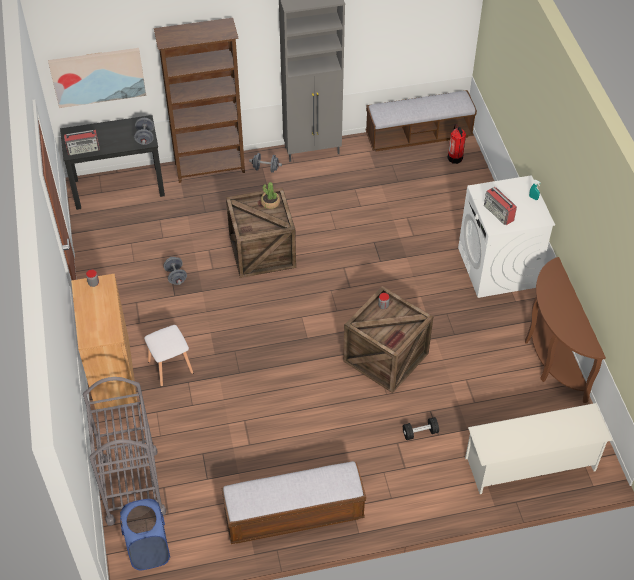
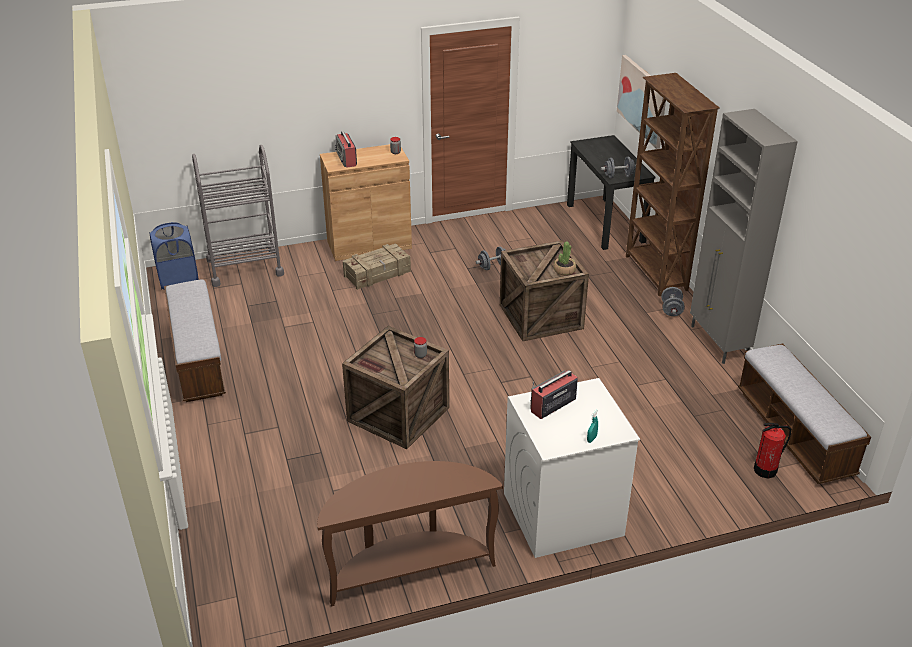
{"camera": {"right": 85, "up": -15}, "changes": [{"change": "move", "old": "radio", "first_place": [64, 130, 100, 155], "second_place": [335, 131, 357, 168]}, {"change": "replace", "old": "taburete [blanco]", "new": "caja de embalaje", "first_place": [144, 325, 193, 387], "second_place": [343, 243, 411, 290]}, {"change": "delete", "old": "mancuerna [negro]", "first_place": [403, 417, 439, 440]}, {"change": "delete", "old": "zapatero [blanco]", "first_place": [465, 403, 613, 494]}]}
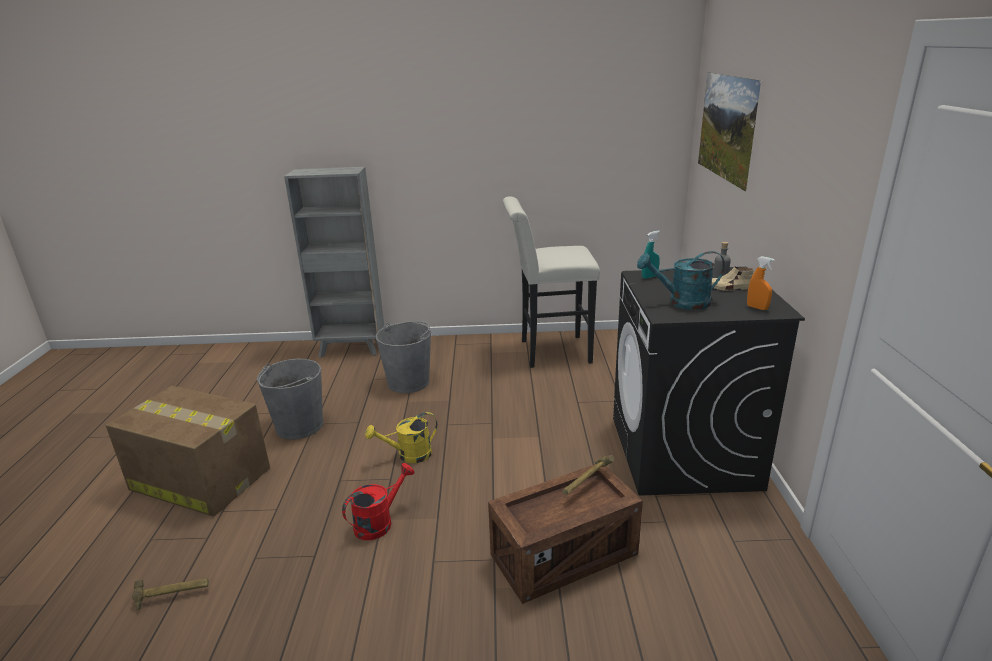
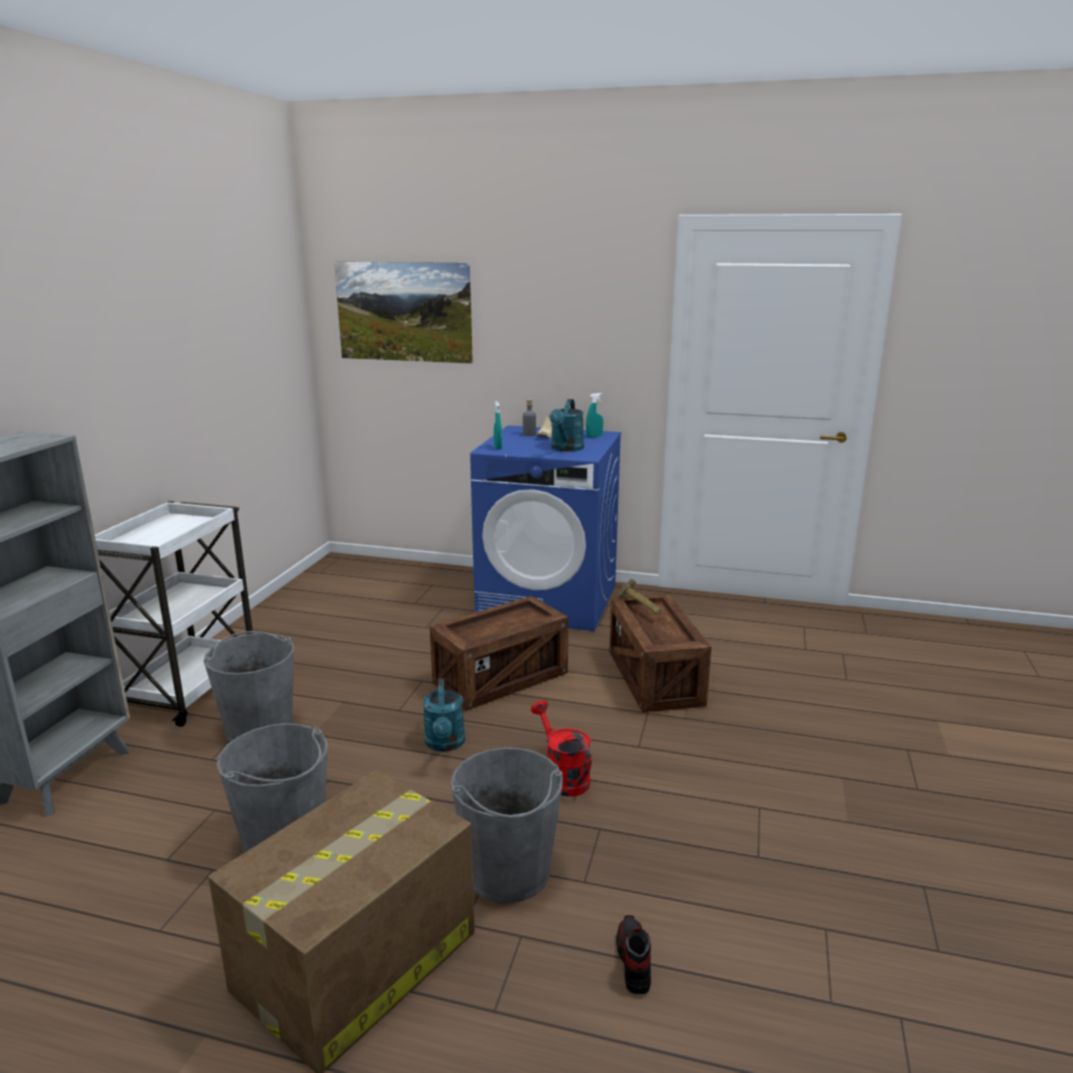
{"camera": {"right": -75, "up": -5}, "changes": [{"change": "insert", "new": "carrito [blanco]", "second_place": [95, 501, 253, 727]}, {"change": "recolor", "old": "regadera [amarillo]", "new": "regadera [turquesa]", "first_place": [365, 412, 437, 463], "second_place": [423, 678, 465, 752]}, {"change": "insert", "new": "caja de embalaje", "second_place": [430, 596, 569, 711]}, {"change": "insert", "new": "cubo [gris]", "second_place": [451, 747, 563, 903]}, {"change": "recolor", "old": "lavadora [negro]", "new": "lavadora [azul]", "first_place": [613, 267, 805, 496], "second_place": [470, 425, 621, 631]}, {"change": "recolor", "old": "pulverizador [naranja]", "new": "pulverizador [turquesa]", "first_place": [747, 256, 775, 310], "second_place": [586, 393, 603, 438]}, {"change": "replace", "old": "martillo", "new": "zapato", "first_place": [132, 578, 209, 610], "second_place": [616, 915, 651, 994]}, {"change": "delete", "old": "taburete [blanco]", "first_place": [503, 196, 600, 368]}]}
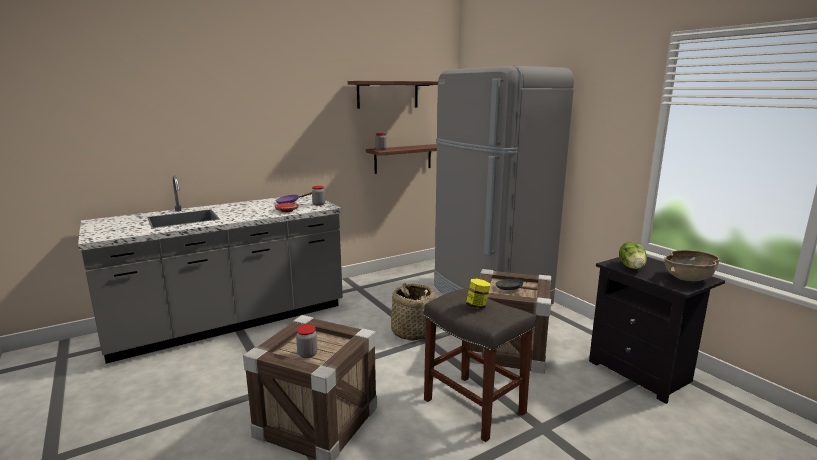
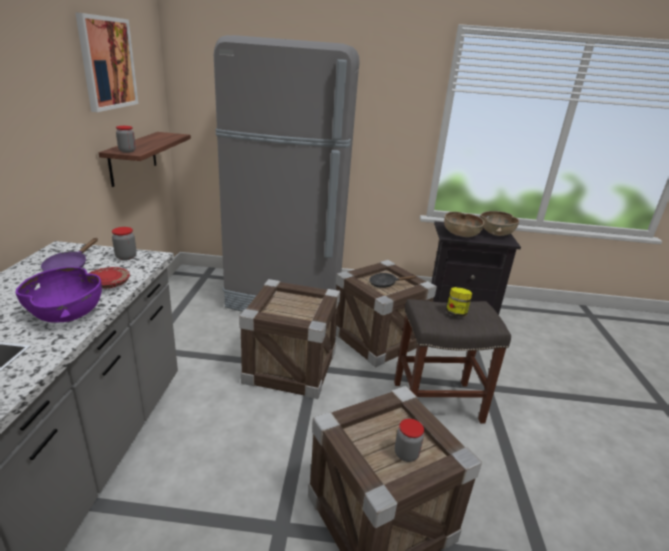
{"camera": {"right": -55, "up": 10}, "changes": [{"change": "insert", "new": "cuenco [morado]", "second_place": [16, 267, 102, 323]}, {"change": "replace", "old": "estante", "new": "cuadro", "first_place": [348, 81, 438, 109], "second_place": [75, 12, 138, 112]}, {"change": "replace", "old": "cesta", "new": "caja de embalaje", "first_place": [391, 283, 436, 341], "second_place": [239, 279, 340, 399]}, {"change": "replace", "old": "lechuga", "new": "cuenco [marrón]", "first_place": [619, 242, 647, 269], "second_place": [444, 212, 484, 237]}]}
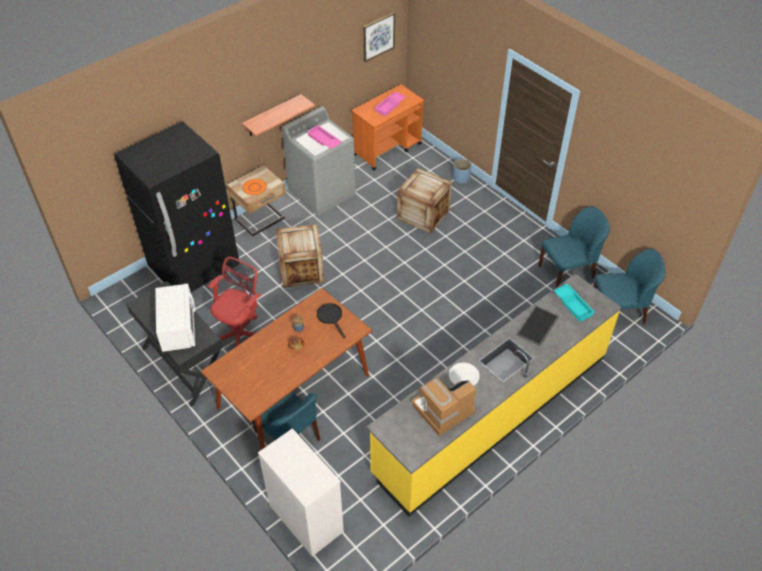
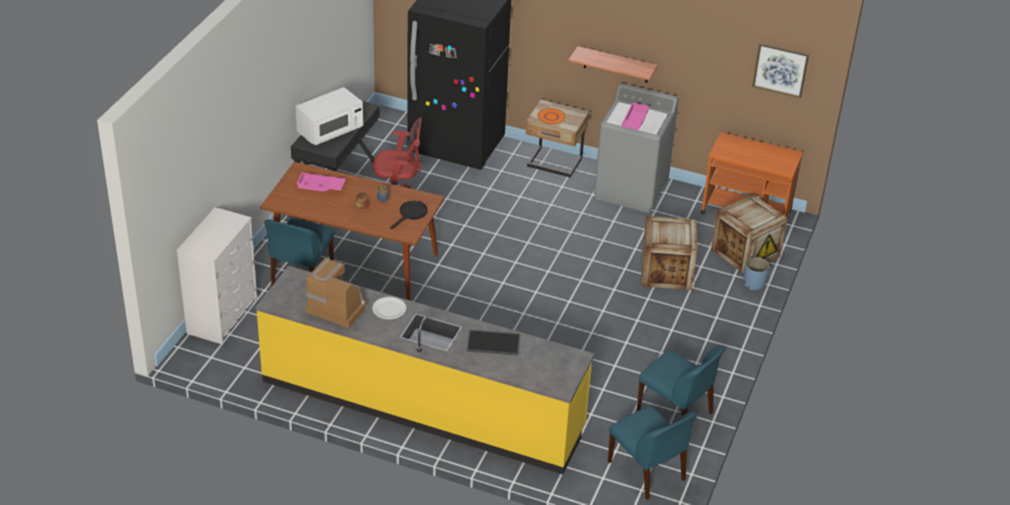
{"camera": {"right": 60, "up": -10}, "changes": [{"change": "move", "old": "bandeja [rosa]", "first_place": [374, 92, 406, 116], "second_place": [297, 173, 346, 192]}, {"change": "move", "old": "caja de embalaje", "first_place": [276, 224, 324, 288], "second_place": [711, 194, 787, 274]}, {"change": "delete", "old": "bandeja [turquesa]", "first_place": [553, 284, 595, 322]}]}
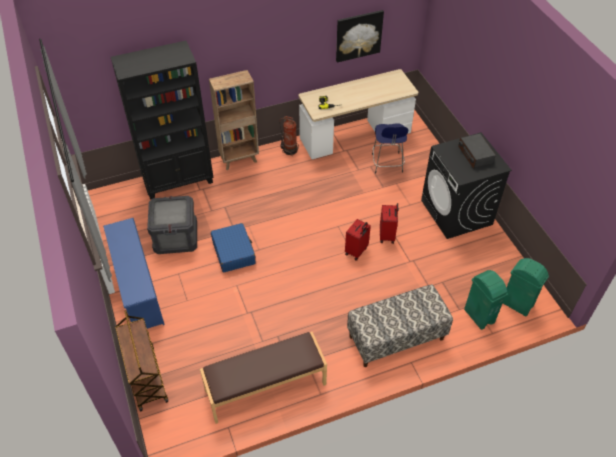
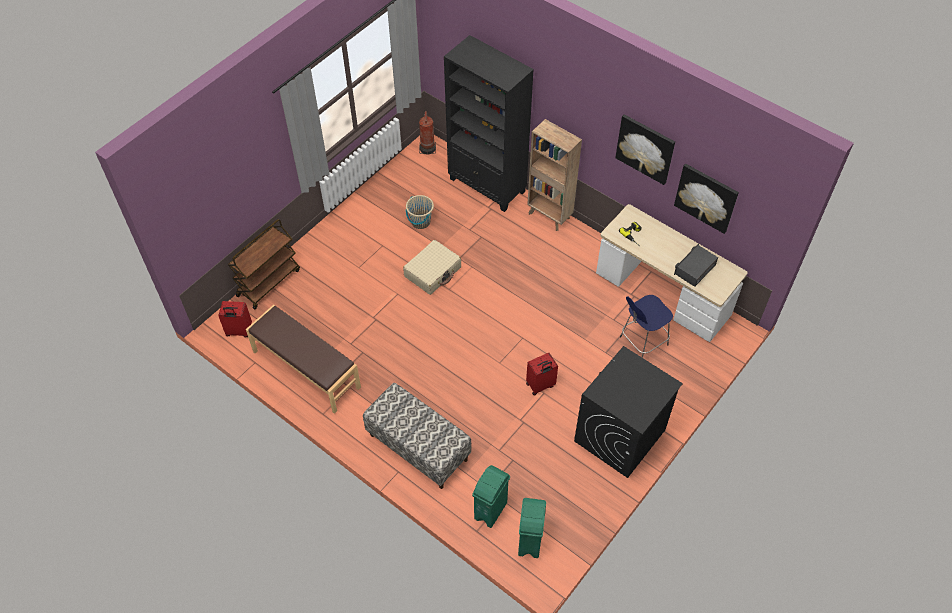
{"camera": {"right": 60, "up": 5}, "changes": [{"change": "move", "old": "maleta [rojo]", "first_place": [345, 219, 371, 260], "second_place": [218, 301, 252, 338]}, {"change": "recolor", "old": "maleta [azul]", "new": "maleta [beis]", "first_place": [211, 223, 256, 273], "second_place": [403, 240, 461, 295]}, {"change": "replace", "old": "caja de embalaje", "new": "cubo [beis]", "first_place": [147, 196, 197, 254], "second_place": [406, 195, 434, 229]}, {"change": "move", "old": "extintor", "first_place": [279, 116, 299, 156], "second_place": [419, 111, 436, 155]}, {"change": "insert", "new": "cuadro", "second_place": [615, 114, 675, 185]}, {"change": "move", "old": "radio", "first_place": [458, 134, 496, 169], "second_place": [674, 244, 718, 287]}, {"change": "delete", "old": "zapatero [azul]", "first_place": [103, 218, 165, 329]}]}
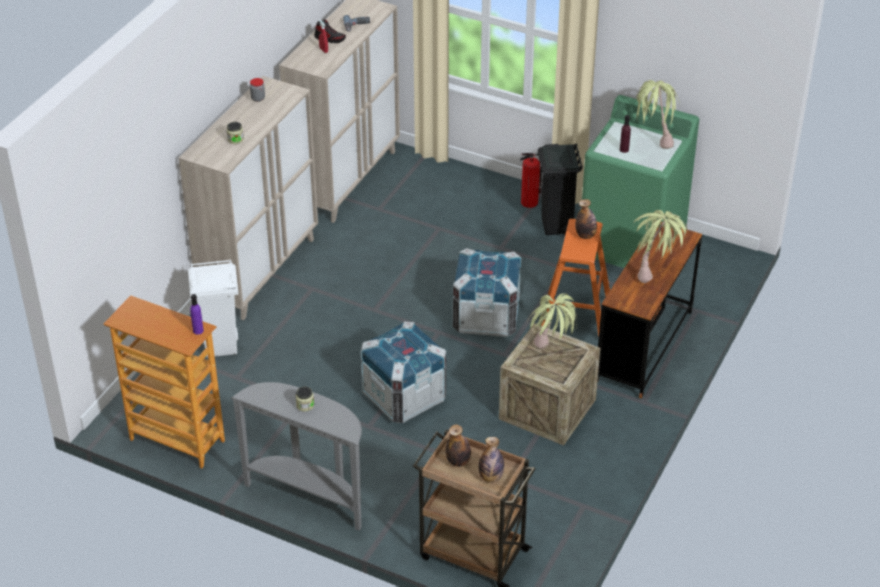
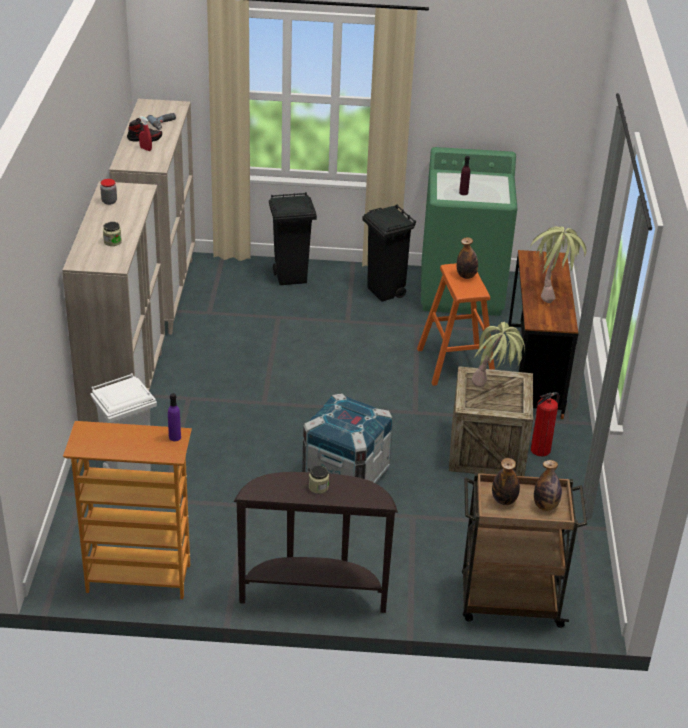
{"camera": {"right": -25, "up": -5}, "changes": [{"change": "recolor", "old": "mesa consola [gris]", "new": "mesa consola [marrón]", "first_place": [231, 382, 362, 531], "second_place": [234, 472, 398, 613]}, {"change": "insert", "new": "papelera [negro]", "second_place": [269, 192, 317, 285]}, {"change": "move", "old": "extintor", "first_place": [520, 153, 542, 208], "second_place": [531, 392, 560, 457]}, {"change": "delete", "old": "caja de embalaje", "first_place": [453, 248, 522, 337]}, {"change": "delete", "old": "planta en maceta", "first_place": [636, 80, 680, 149]}]}
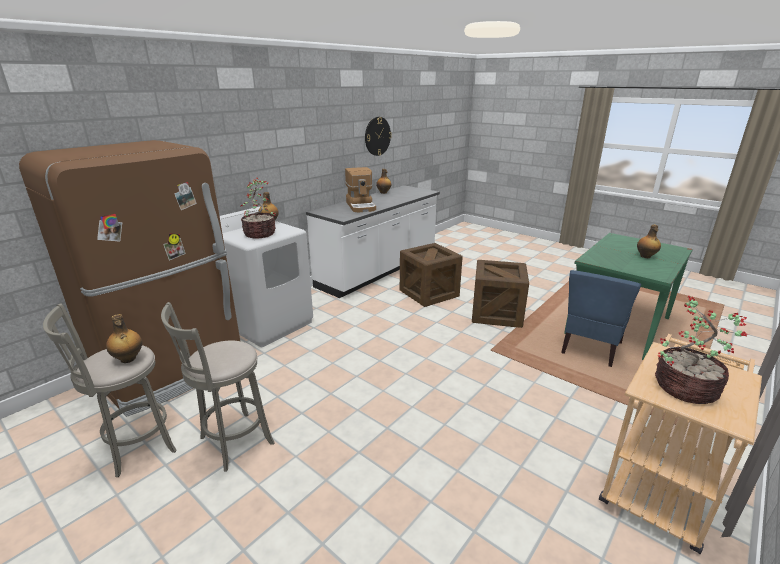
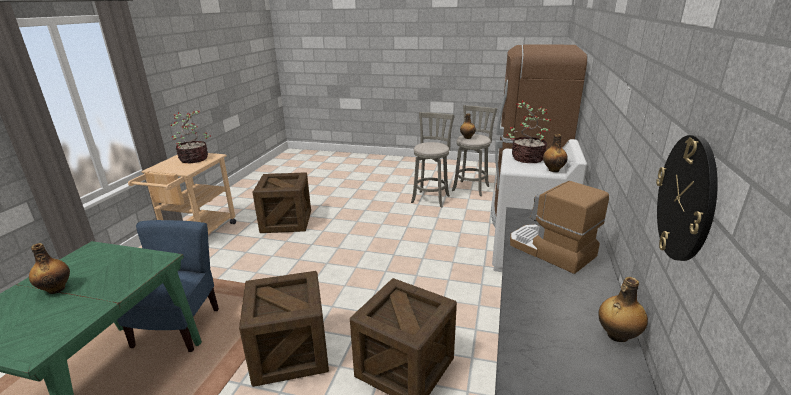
{"camera": {"right": 155, "up": 0}, "changes": [{"change": "insert", "new": "caja de embalaje", "second_place": [252, 172, 311, 233]}]}
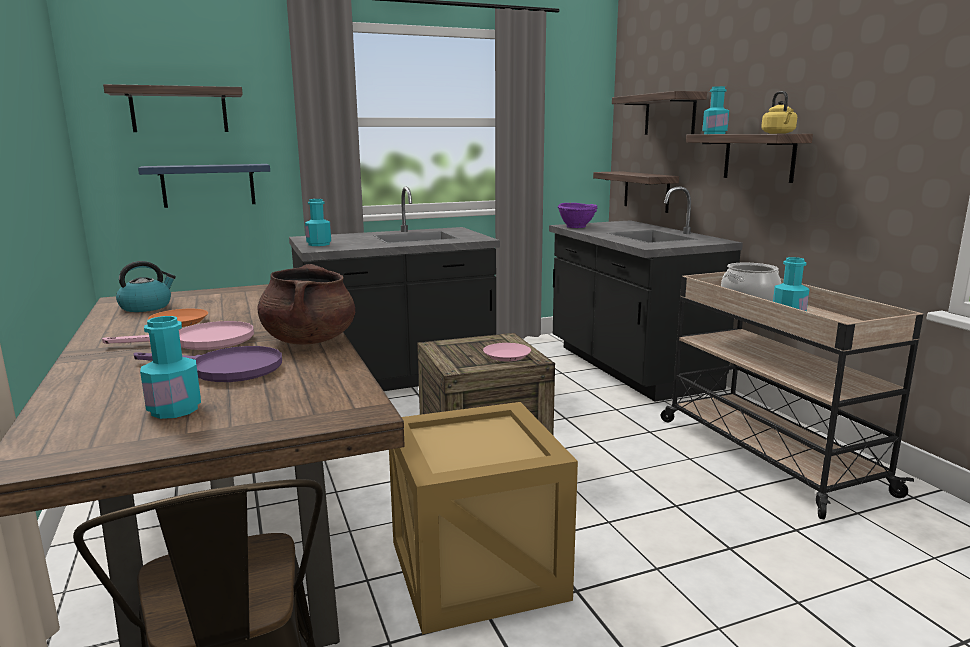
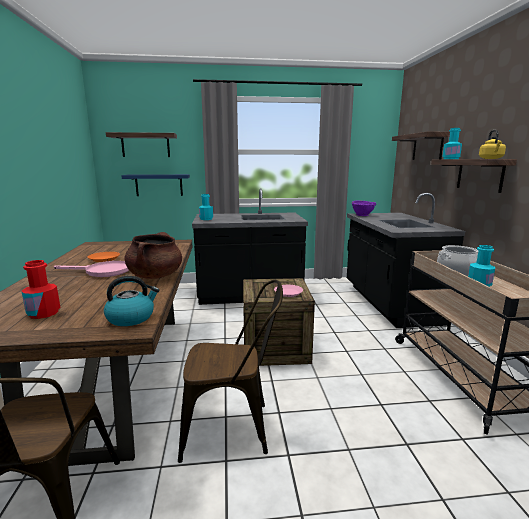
{"camera": {"right": 15, "up": 0}, "changes": [{"change": "recolor", "old": "botella [turquesa]", "new": "botella [rojo]", "first_place": [140, 316, 201, 419], "second_place": [21, 260, 60, 319]}, {"change": "move", "old": "hervidor", "first_place": [116, 261, 176, 312], "second_place": [104, 276, 159, 326]}, {"change": "replace", "old": "caja de embalaje", "new": "silla [marrón]", "first_place": [389, 402, 578, 635], "second_place": [178, 280, 283, 463]}, {"change": "delete", "old": "sartén [morado]", "first_place": [134, 346, 282, 382]}, {"change": "delete", "old": "estante", "first_place": [593, 171, 679, 213]}]}
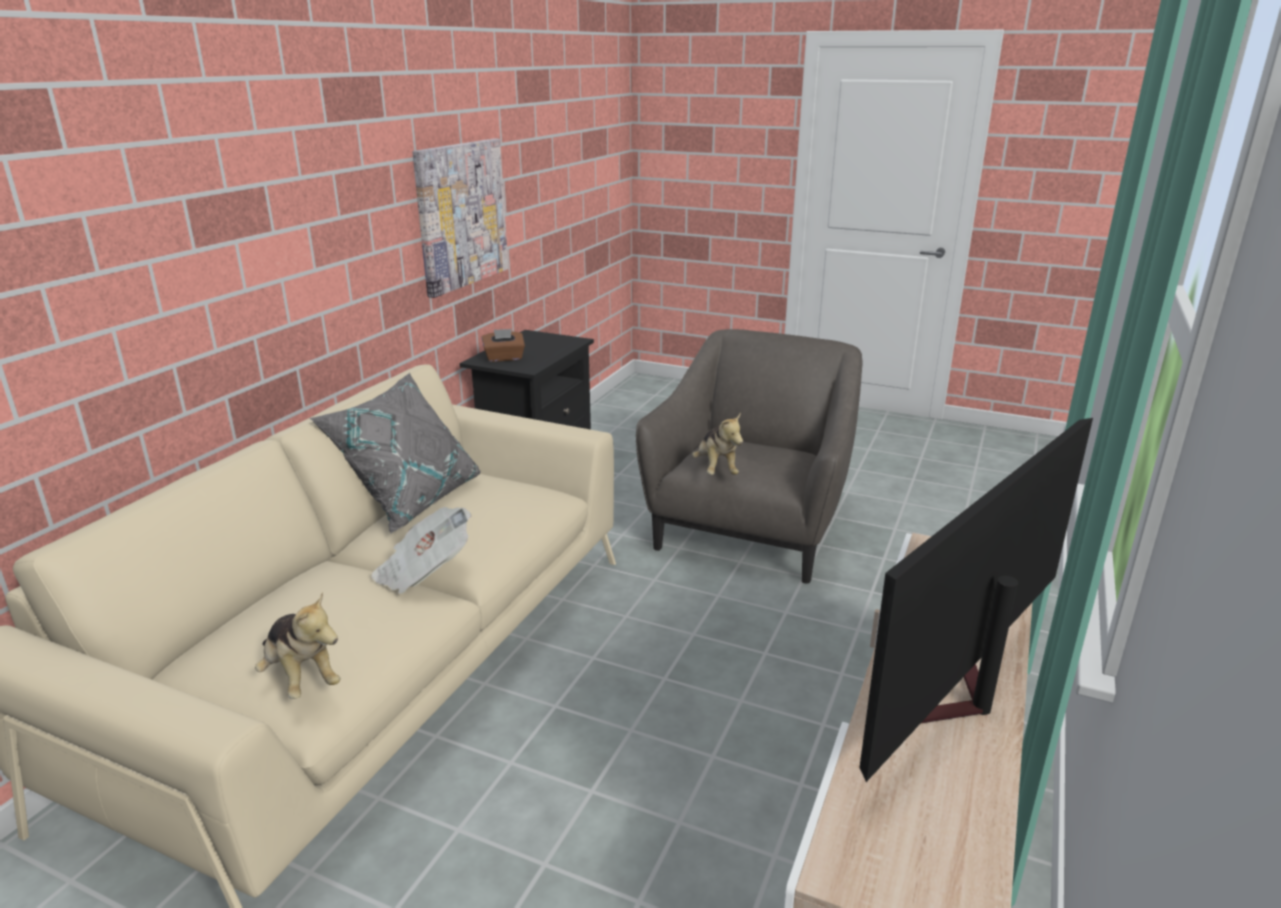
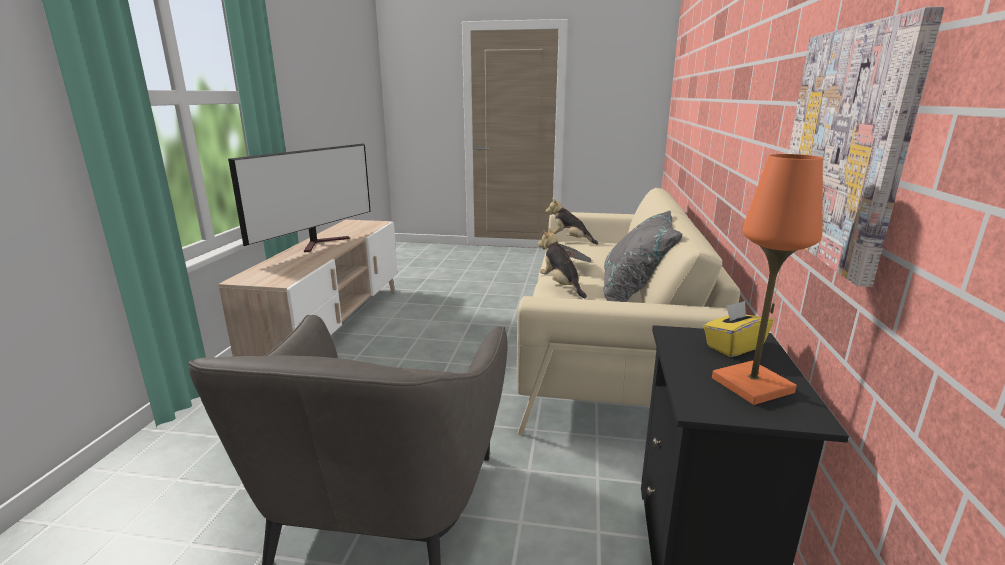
{"camera": {"right": 165, "up": -5}, "changes": [{"change": "move", "old": "peluche", "first_place": [692, 412, 743, 475], "second_place": [538, 228, 587, 299]}, {"change": "recolor", "old": "caja de pañuelos [marrón]", "new": "caja de pañuelos [amarillo]", "first_place": [482, 329, 525, 362], "second_place": [703, 301, 773, 357]}, {"change": "insert", "new": "lámpara de mesa [naranja]", "second_place": [712, 154, 823, 405]}]}
